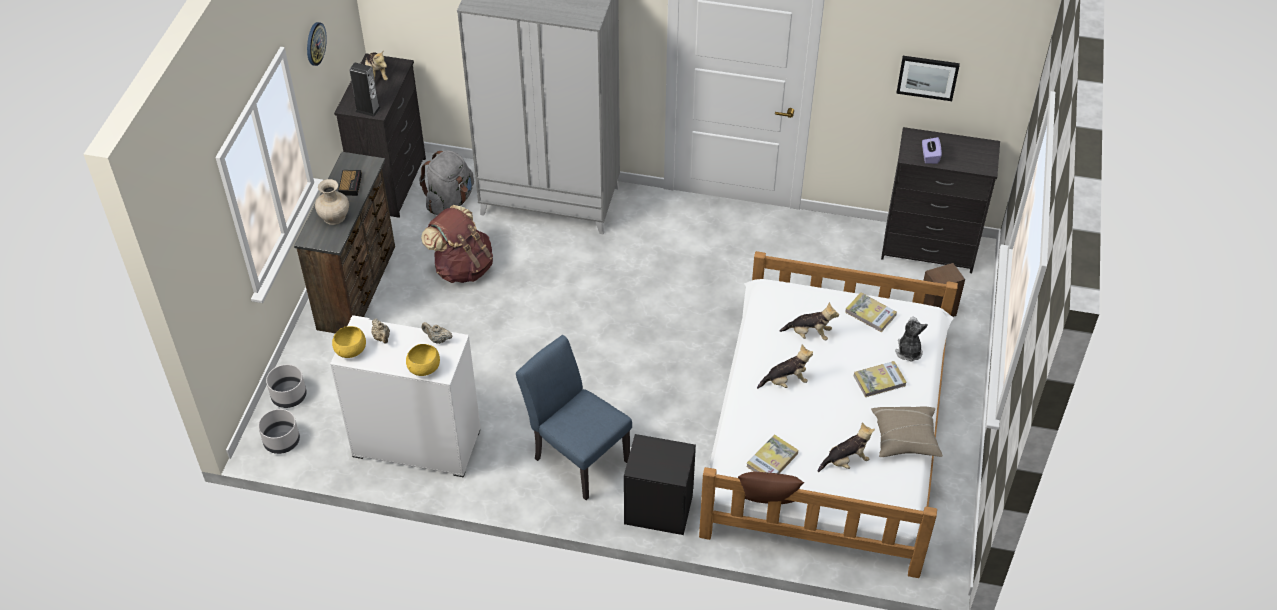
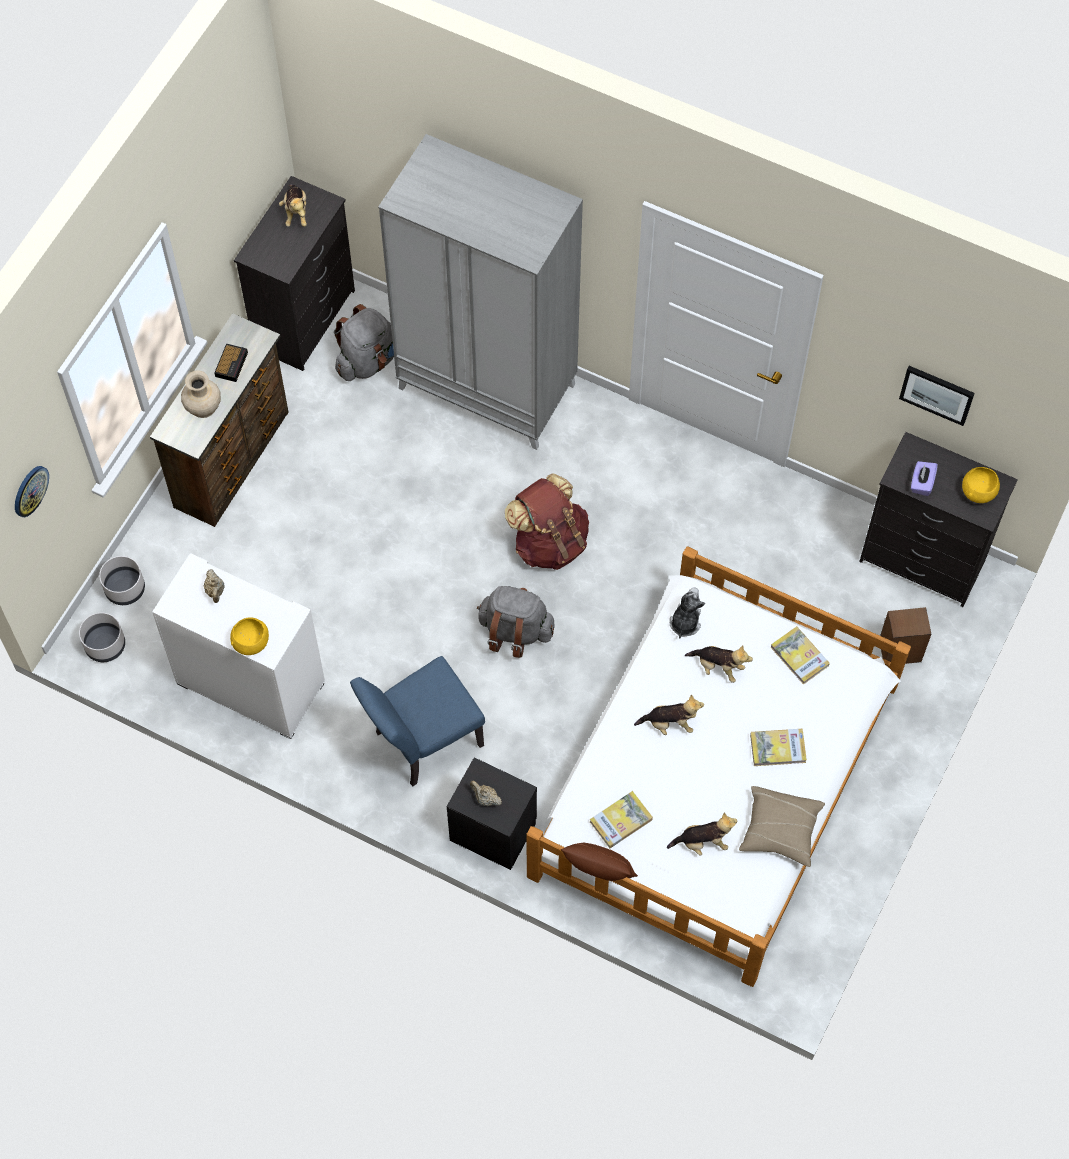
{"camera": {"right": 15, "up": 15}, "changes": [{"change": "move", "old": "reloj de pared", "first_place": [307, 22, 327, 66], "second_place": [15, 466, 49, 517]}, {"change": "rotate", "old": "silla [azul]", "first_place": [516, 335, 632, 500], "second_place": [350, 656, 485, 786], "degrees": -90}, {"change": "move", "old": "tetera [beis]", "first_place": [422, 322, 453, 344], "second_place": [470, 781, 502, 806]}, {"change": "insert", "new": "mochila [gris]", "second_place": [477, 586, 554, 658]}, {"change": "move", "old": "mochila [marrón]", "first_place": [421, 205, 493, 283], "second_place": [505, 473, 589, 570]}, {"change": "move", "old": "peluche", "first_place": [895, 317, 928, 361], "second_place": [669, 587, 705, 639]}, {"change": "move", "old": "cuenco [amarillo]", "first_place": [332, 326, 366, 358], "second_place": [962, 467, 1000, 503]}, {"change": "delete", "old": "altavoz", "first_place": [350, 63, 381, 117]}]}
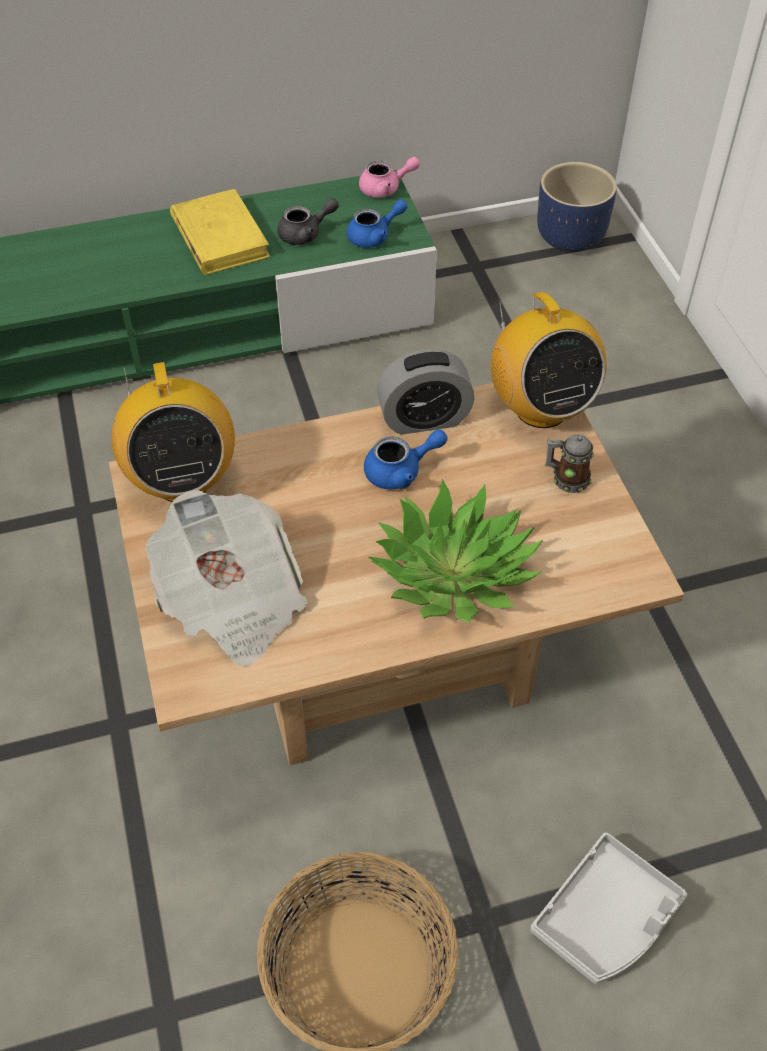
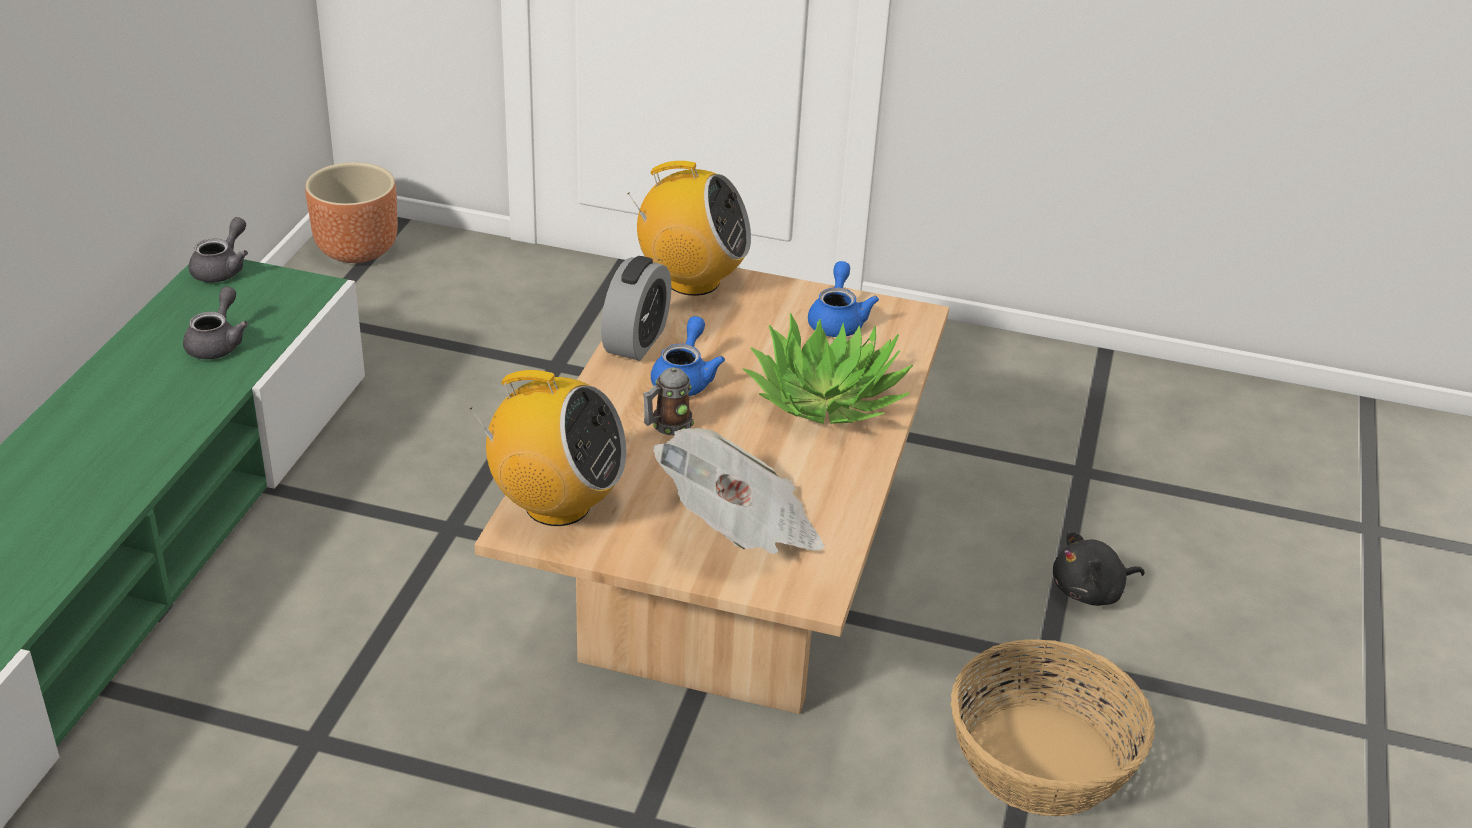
{"camera": {"right": -60, "up": -15}, "changes": [{"change": "recolor", "old": "tetera [rosa]", "new": "tetera [gris]", "first_place": [359, 157, 420, 198], "second_place": [189, 217, 248, 283]}, {"change": "recolor", "old": "maceta [azul]", "new": "maceta [marrón]", "first_place": [537, 162, 617, 252], "second_place": [305, 162, 398, 263]}, {"change": "move", "old": "taza grande", "first_place": [545, 434, 594, 493], "second_place": [643, 367, 694, 435]}, {"change": "move", "old": "tetera [azul]", "first_place": [347, 199, 408, 248], "second_place": [808, 261, 879, 337]}, {"change": "replace", "old": "bandeja [gris]", "new": "peluche [negro]", "first_place": [530, 833, 687, 984], "second_place": [1053, 531, 1145, 606]}, {"change": "delete", "old": "libro [amarillo]", "first_place": [170, 189, 270, 275]}]}
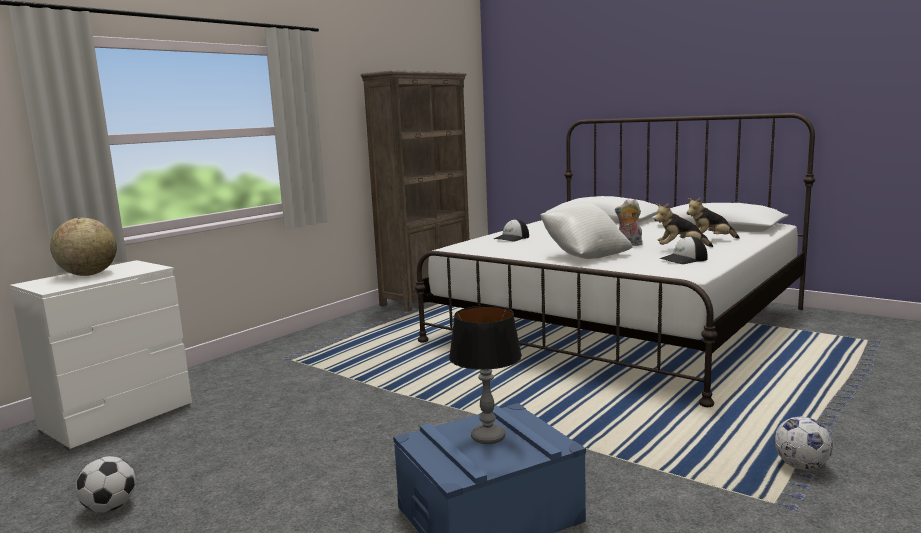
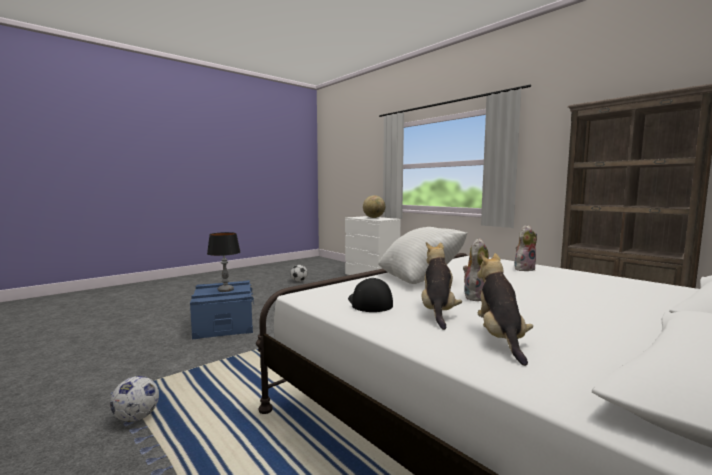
{"camera": {"right": 100, "up": -5}, "changes": [{"change": "replace", "old": "gorra", "new": "peluche", "first_place": [494, 219, 529, 242], "second_place": [515, 226, 537, 271]}]}
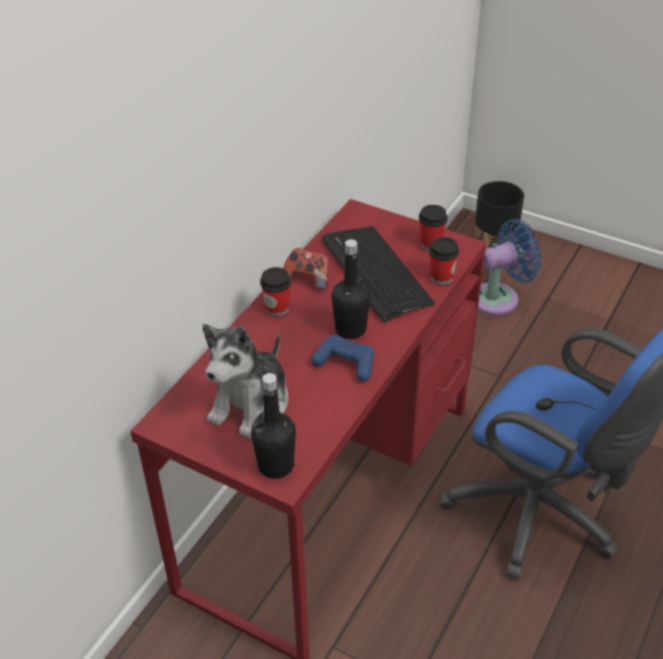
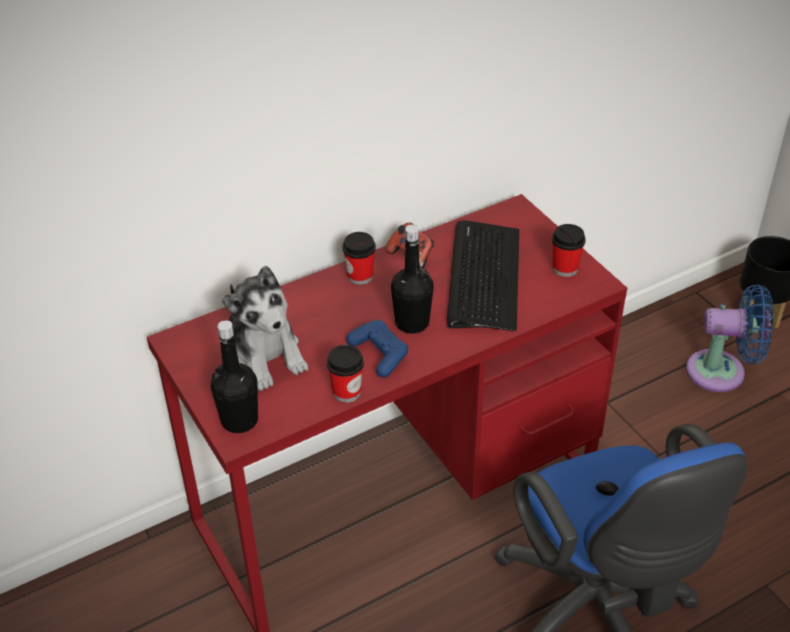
{"camera": {"right": 30, "up": 0}, "changes": [{"change": "rotate", "old": "peluche", "first_place": [203, 324, 289, 439], "second_place": [222, 266, 308, 391], "degrees": -90}, {"change": "move", "old": "taza", "first_place": [429, 237, 459, 285], "second_place": [327, 345, 364, 403]}]}
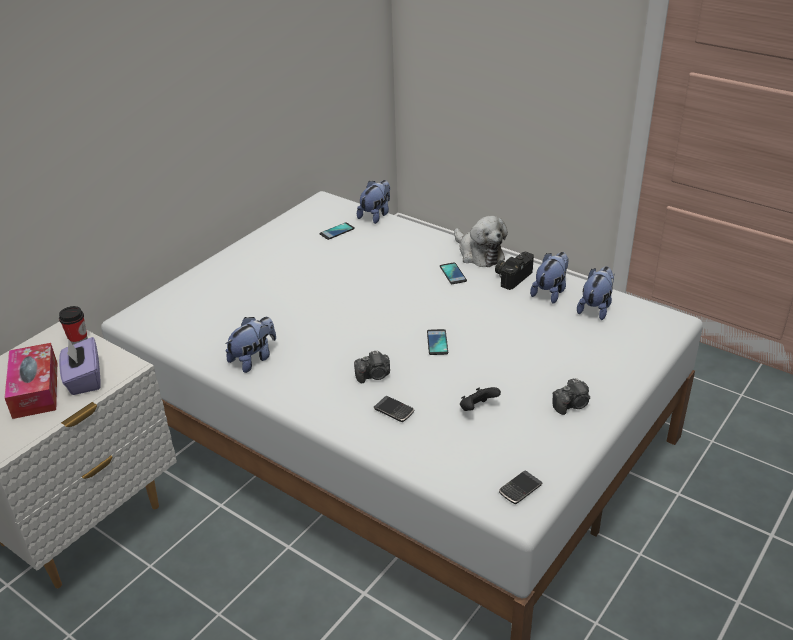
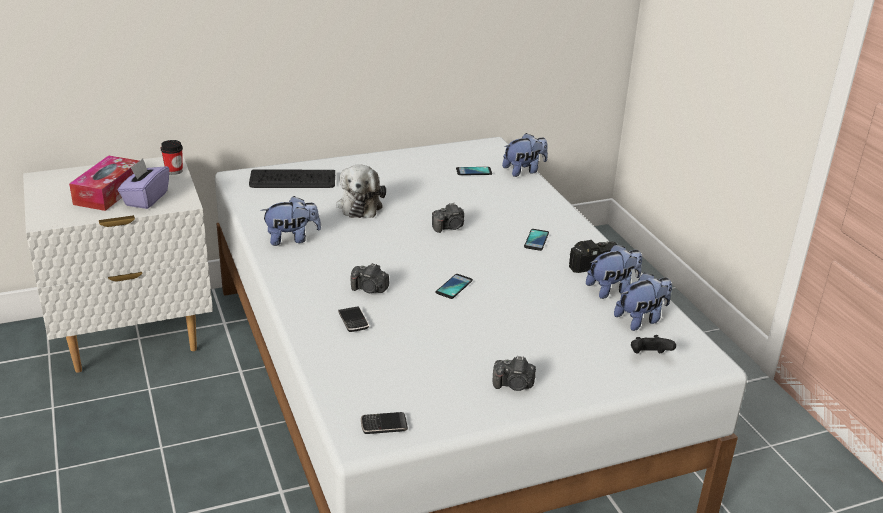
{"camera": {"right": 30, "up": -5}, "changes": [{"change": "insert", "new": "teclado", "second_place": [249, 170, 335, 188]}, {"change": "move", "old": "peluche", "first_place": [454, 216, 508, 267], "second_place": [336, 164, 386, 218]}, {"change": "insert", "new": "cámara", "second_place": [432, 203, 464, 233]}, {"change": "move", "old": "mando de consola [negro]", "first_place": [460, 387, 501, 411], "second_place": [631, 335, 676, 354]}]}
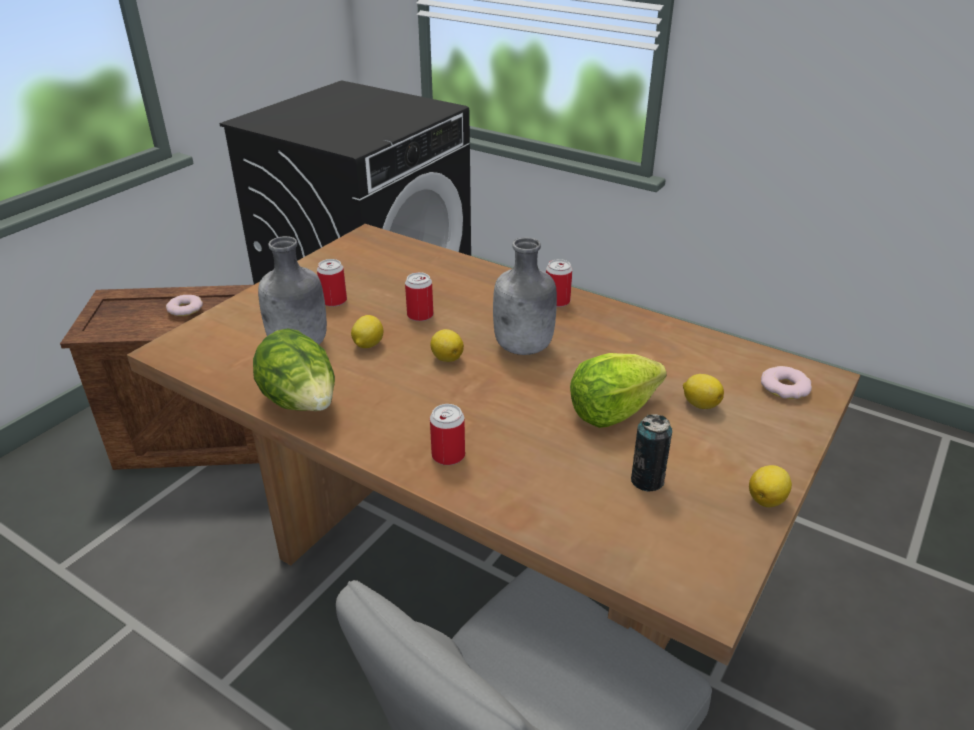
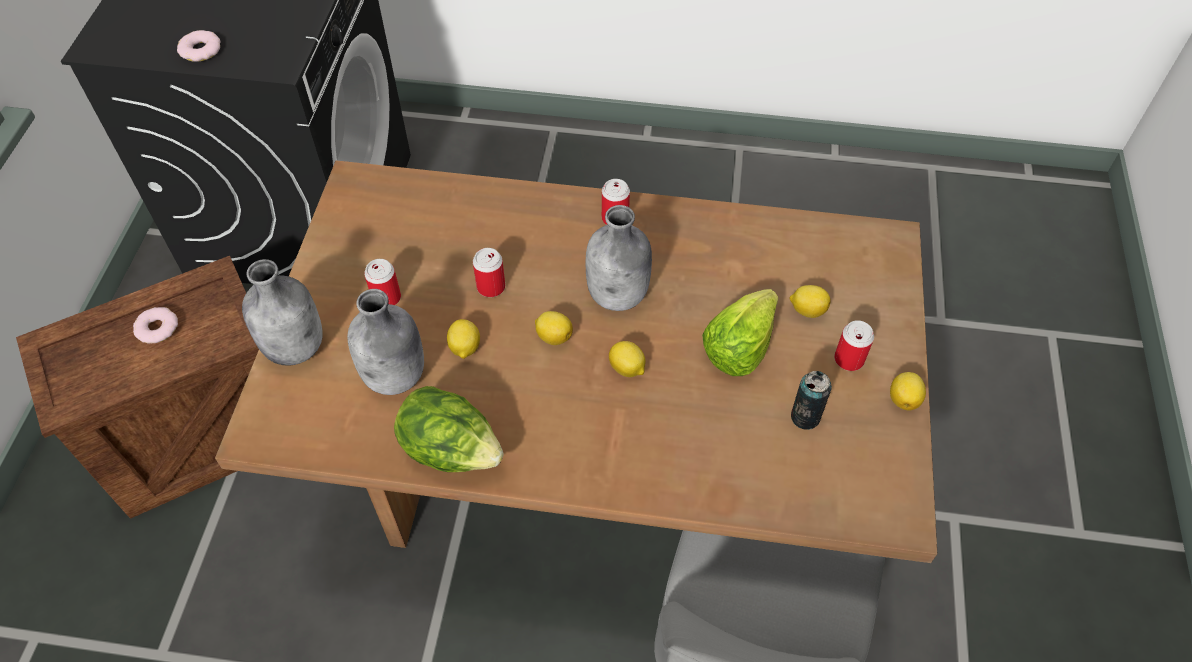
{"camera": {"right": -25, "up": 20}, "changes": [{"change": "move", "old": "rosquilla", "first_place": [761, 366, 812, 399], "second_place": [177, 30, 221, 62]}, {"change": "insert", "new": "botella [gris]", "second_place": [242, 259, 323, 366]}, {"change": "insert", "new": "limón", "second_place": [609, 341, 645, 377]}, {"change": "move", "old": "lata", "first_place": [430, 404, 465, 465], "second_place": [834, 320, 874, 371]}]}
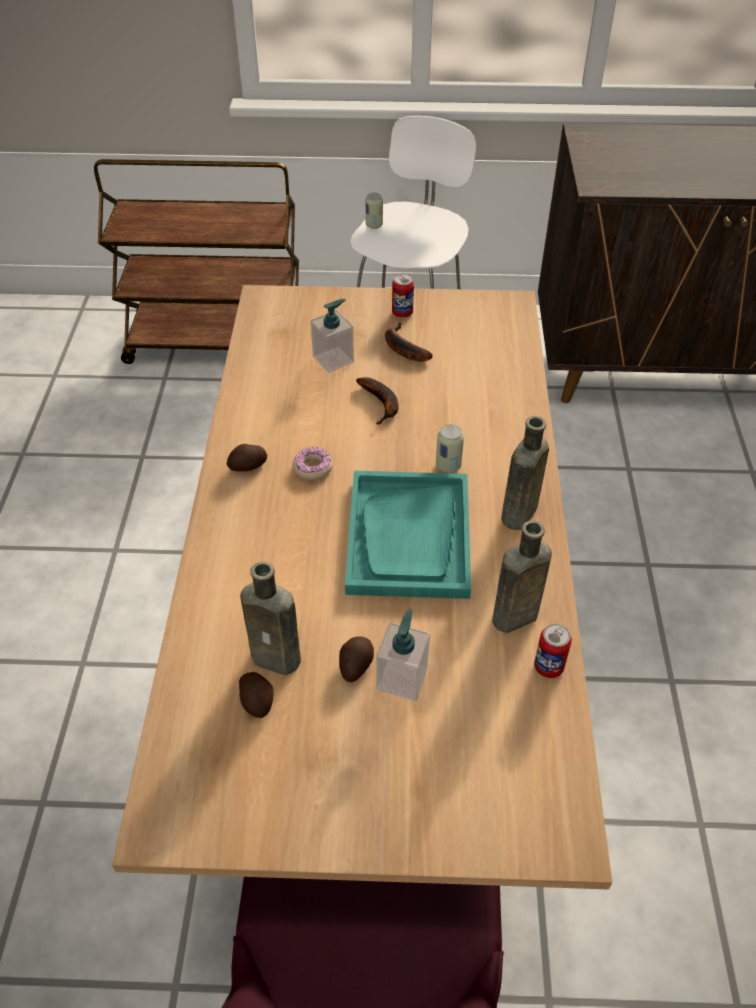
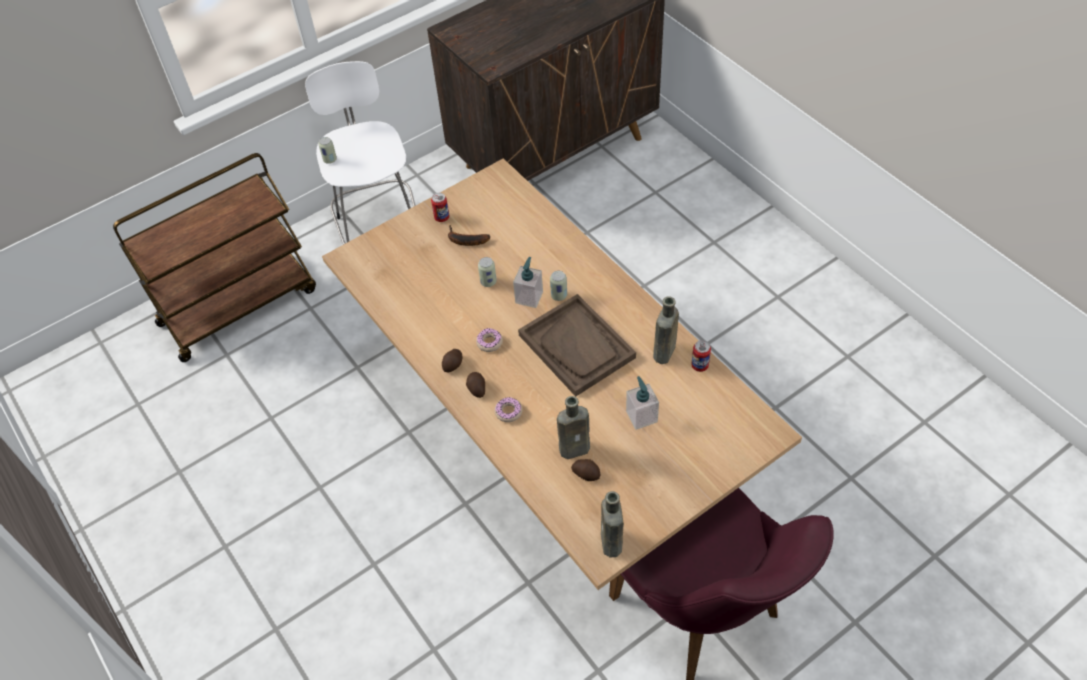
{"camera": {"right": -35, "up": 5}, "changes": [{"change": "move", "old": "patata", "first_place": [339, 636, 374, 682], "second_place": [466, 372, 485, 398]}, {"change": "replace", "old": "plátano", "new": "lata", "first_place": [356, 377, 399, 424], "second_place": [478, 257, 497, 287]}, {"change": "insert", "new": "rosquilla", "second_place": [494, 397, 523, 422]}, {"change": "move", "old": "dispensador de jabón", "first_place": [311, 299, 354, 373], "second_place": [513, 257, 543, 308]}, {"change": "recolor", "old": "bandeja [turquesa]", "new": "bandeja [marrón]", "first_place": [345, 471, 471, 599], "second_place": [518, 294, 636, 397]}, {"change": "move", "old": "botella [marrón]", "first_place": [501, 416, 549, 530], "second_place": [601, 491, 624, 557]}]}
